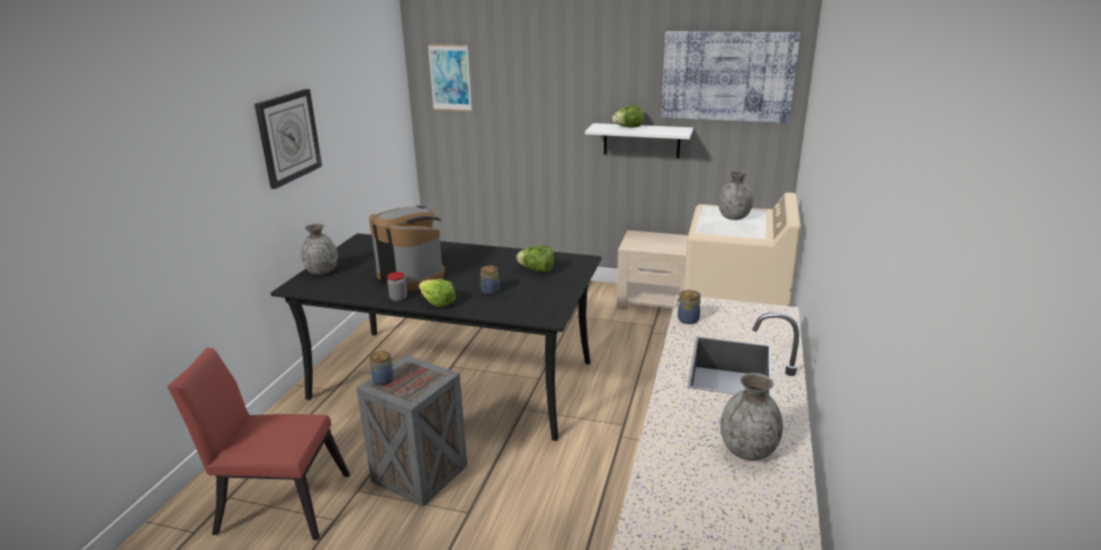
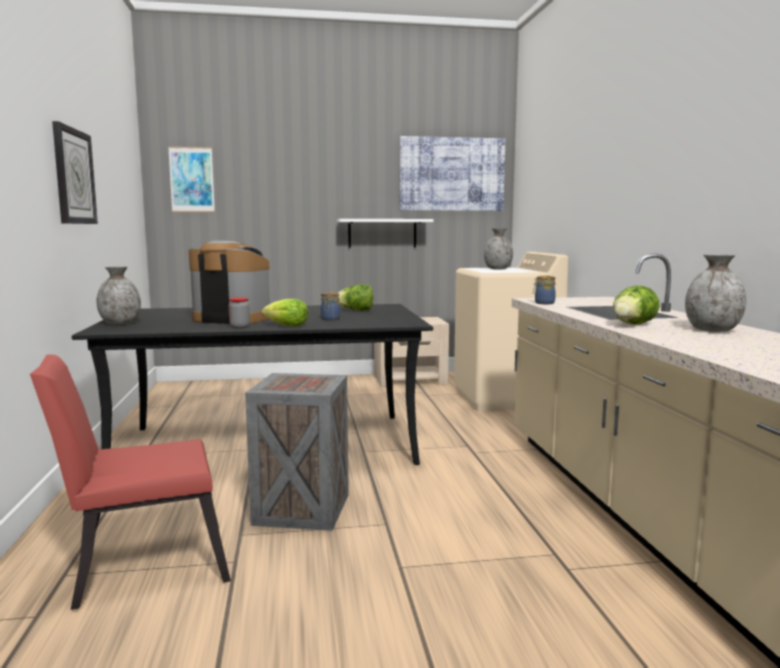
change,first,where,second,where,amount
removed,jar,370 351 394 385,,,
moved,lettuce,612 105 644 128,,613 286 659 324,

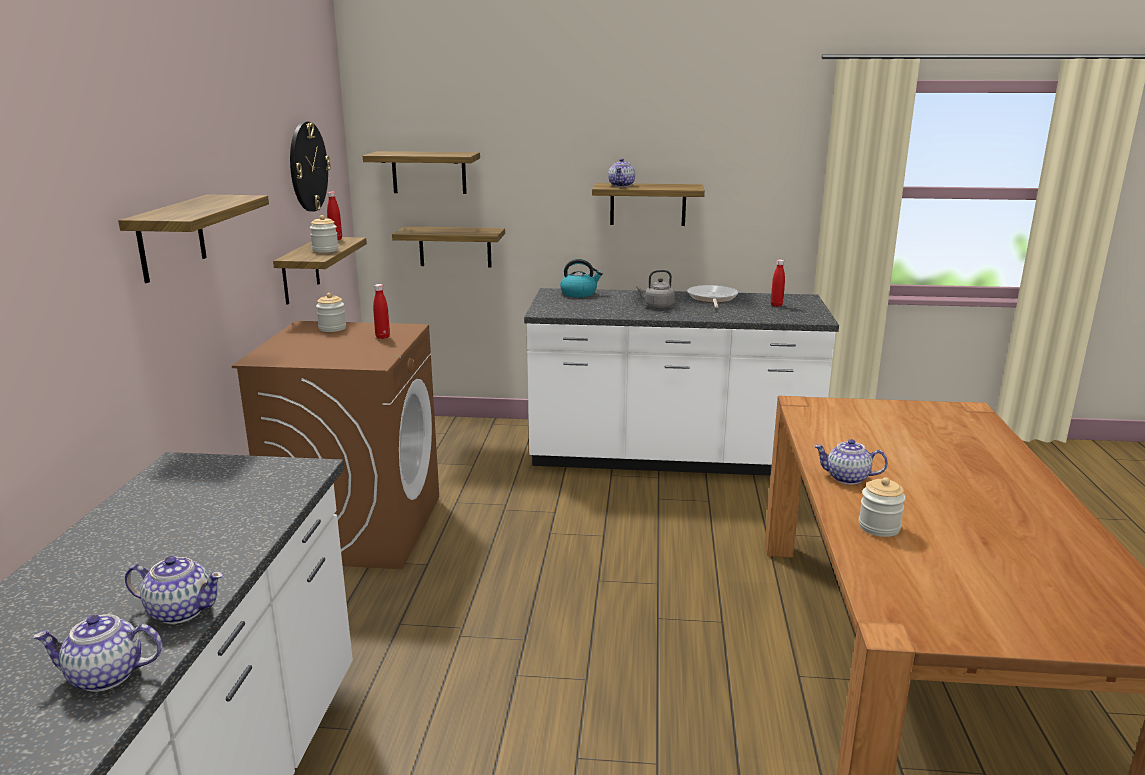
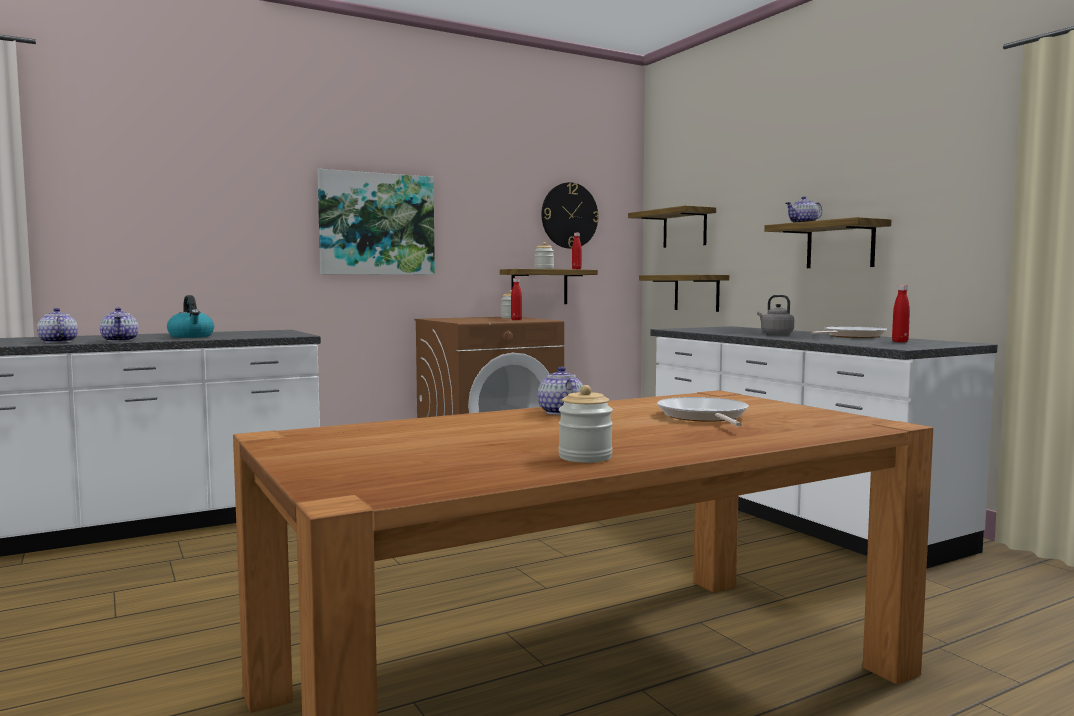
change,first,where,second,where,amount
added,,,frying pan,657 397 749 426,
moved,kettle,560 259 603 297,,167 295 214 338,
moved,jar,859 477 906 537,,558 385 613 463,
replaced,shelf,118 195 269 283,picture,317 169 435 275,

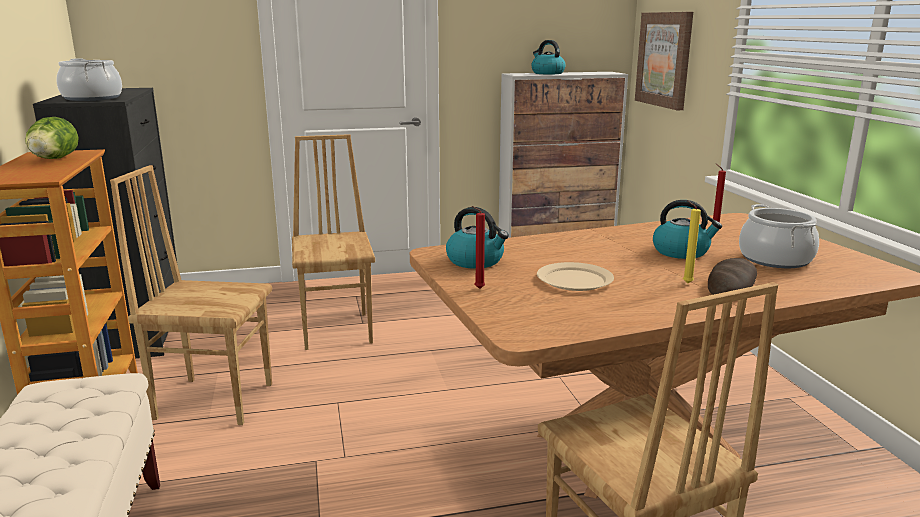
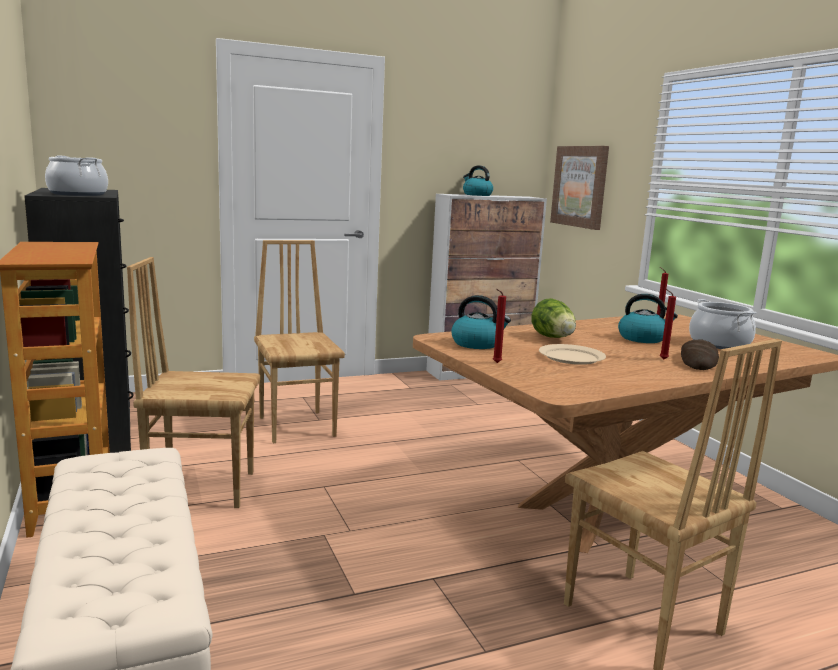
change,first,where,second,where,amount
moved,lettuce,25 117 79 159,,531 298 576 338,
recoloured,yellow candle,683 201 701 283,red candle,660 289 676 359,

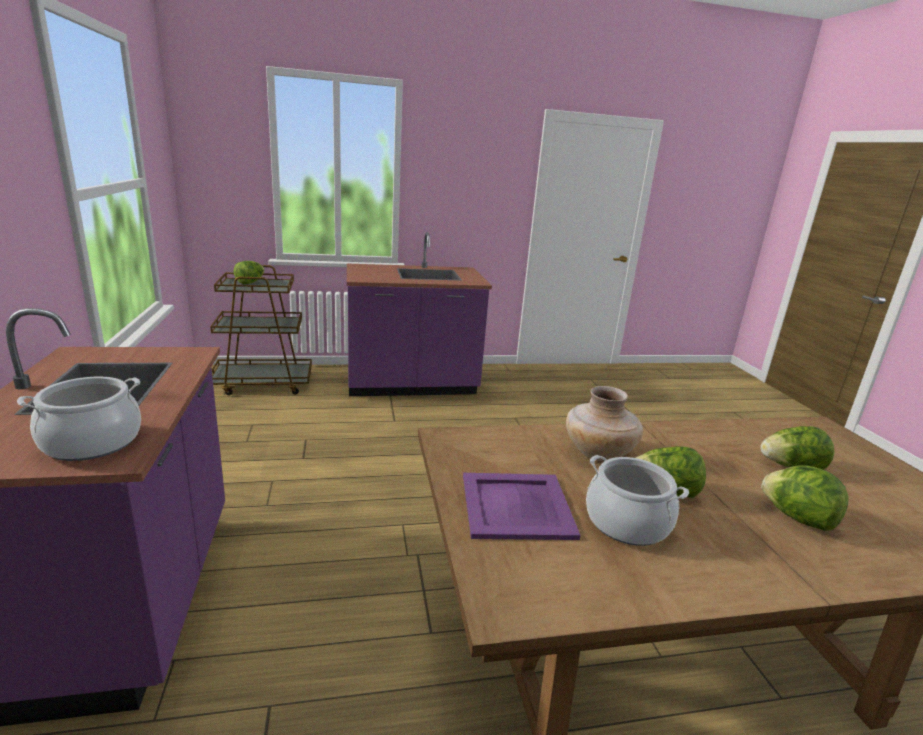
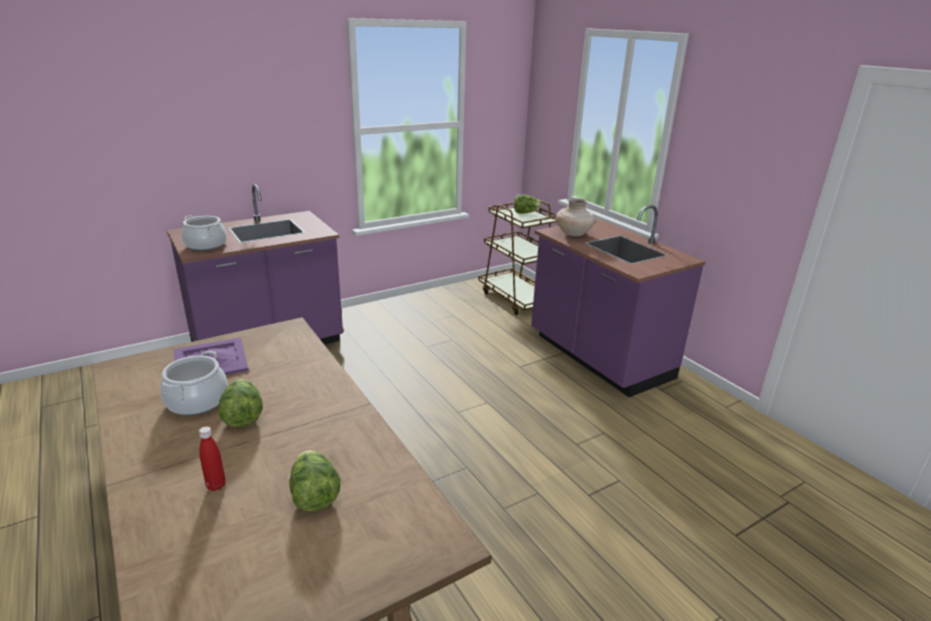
change,first,where,second,where,amount
moved,beige vase,566 386 643 461,,556 198 595 236,
replaced,lettuce,761 465 849 531,red bottle,199 427 226 491,

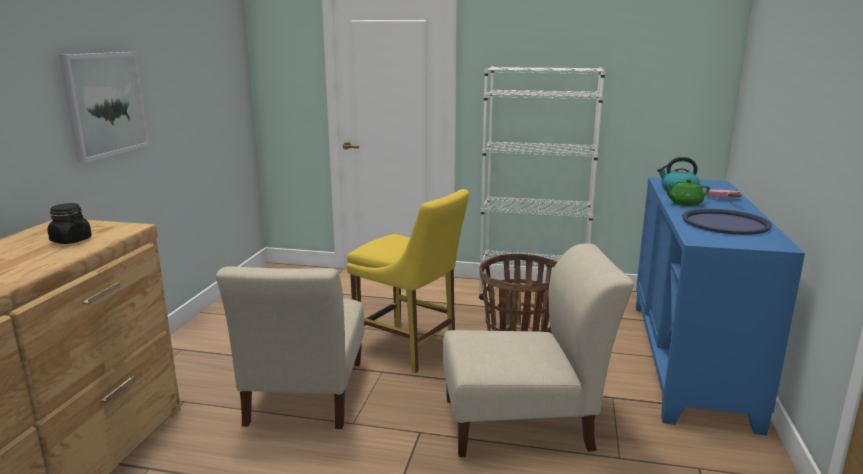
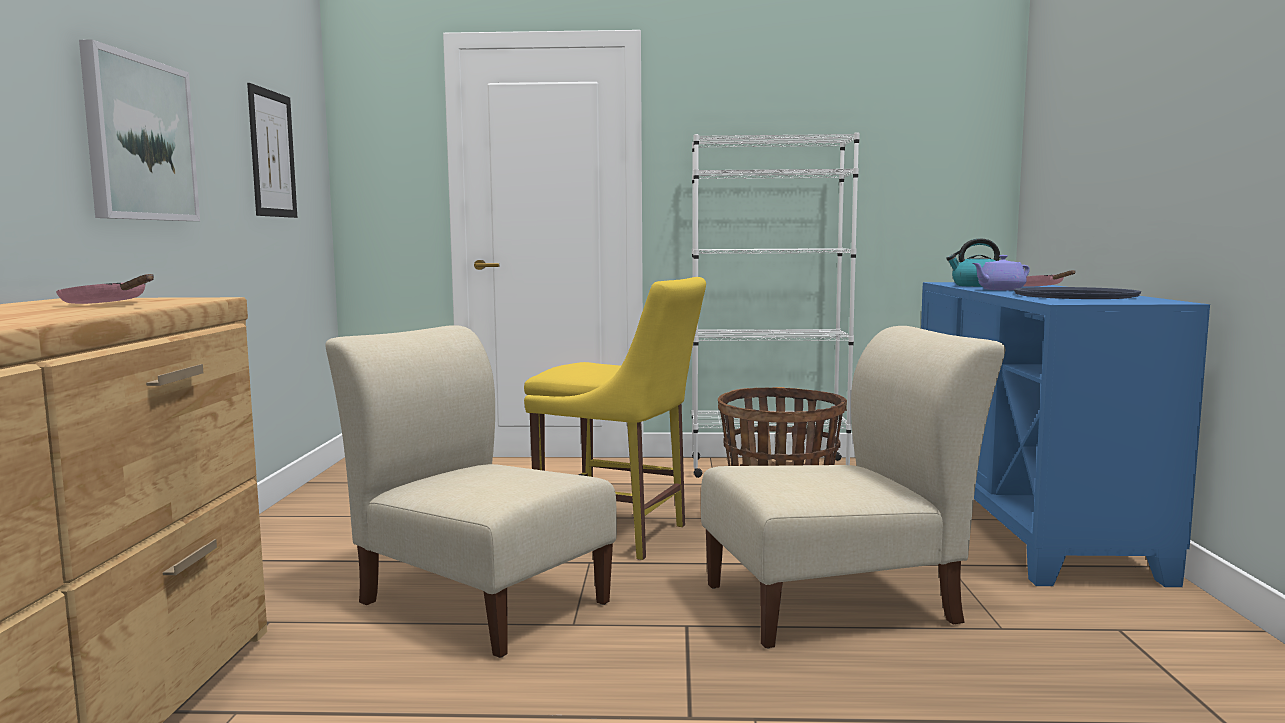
change,first,where,second,where,amount
added,,,picture,247 83 297 218,
replaced,black jar,47 203 92 244,pink frying pan,56 274 154 304,
recoloured,green teapot,663 179 710 206,purple teapot,973 255 1030 290,
turned,beige chair,216 266 365 429,,325 325 617 658,135 degrees clockwise

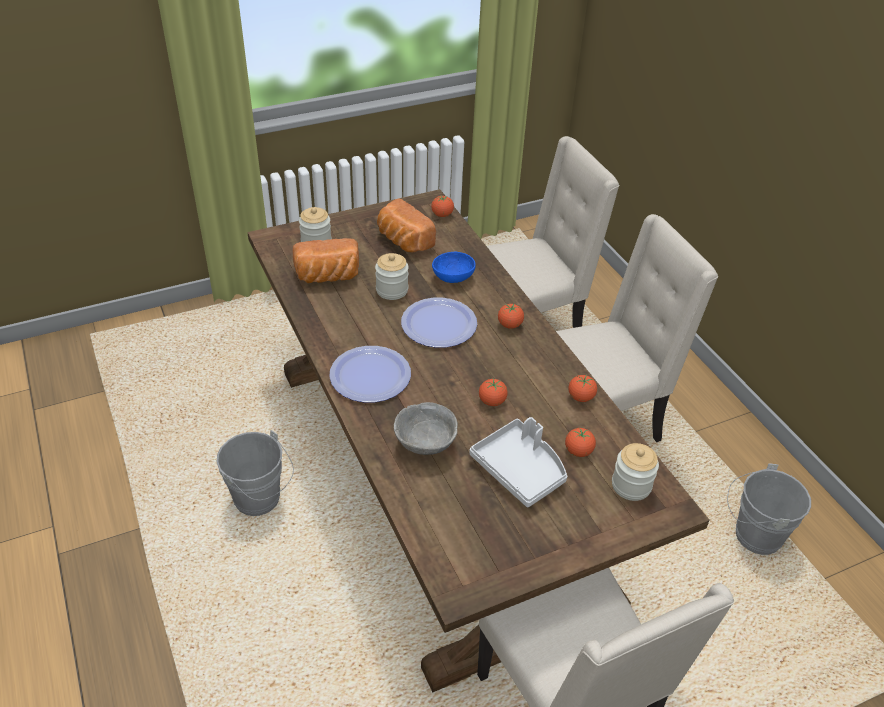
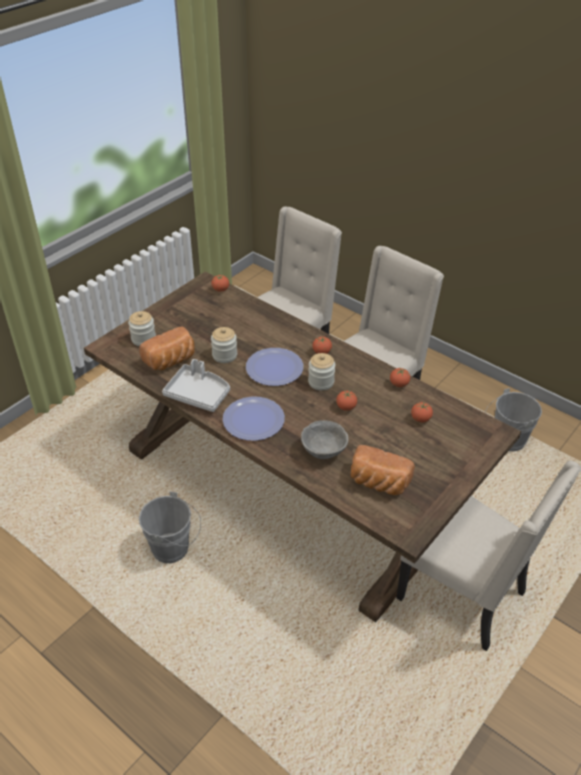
change,first,where,second,where,amount
removed,blue bowl,432 252 476 283,,,
moved,bread,377 198 436 252,,351 445 415 495,
moved,grey tray,470 417 567 507,,162 359 230 412,
moved,jar,612 443 659 501,,308 353 335 391,

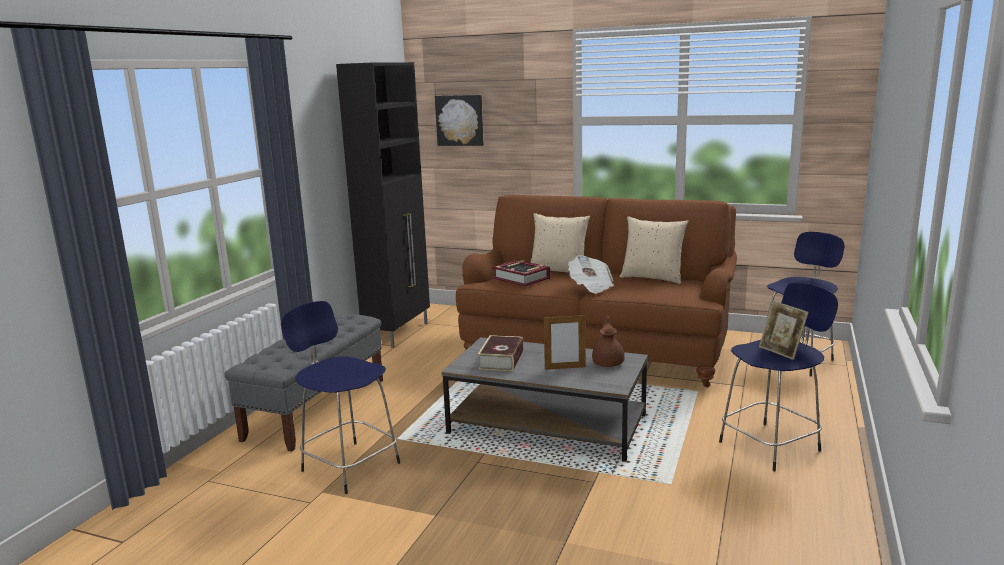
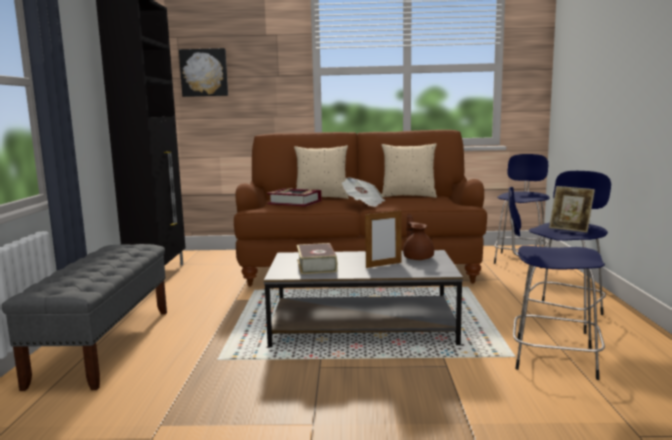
change,first,where,second,where,amount
moved,blue stool,281 301 400 494,,509 187 605 380,

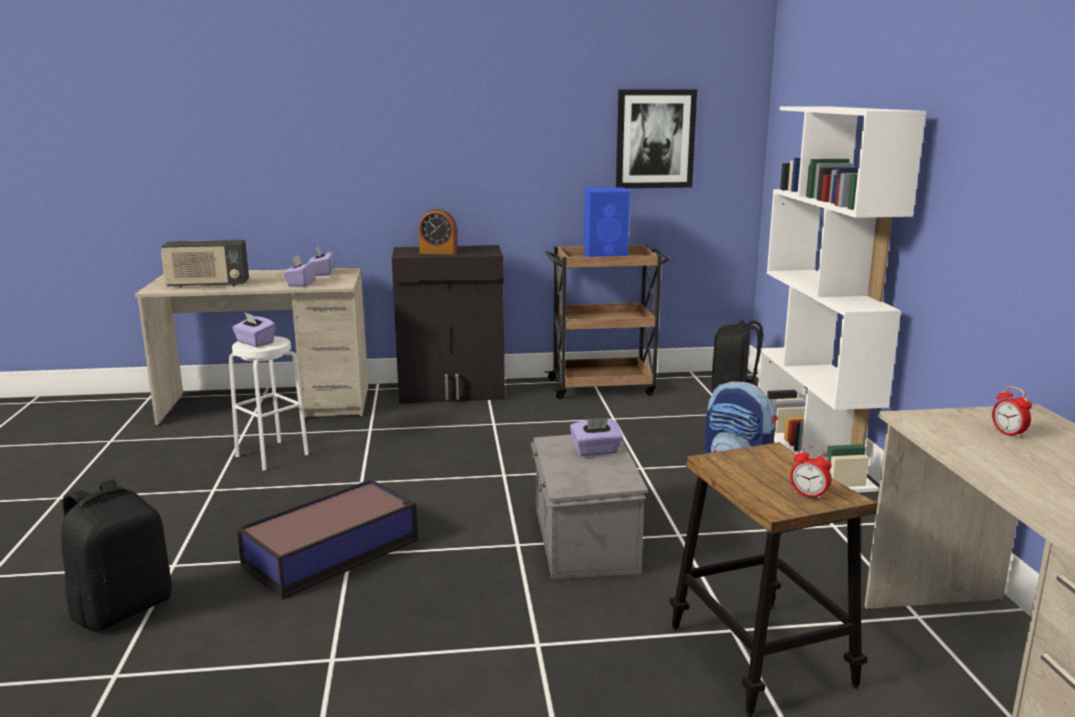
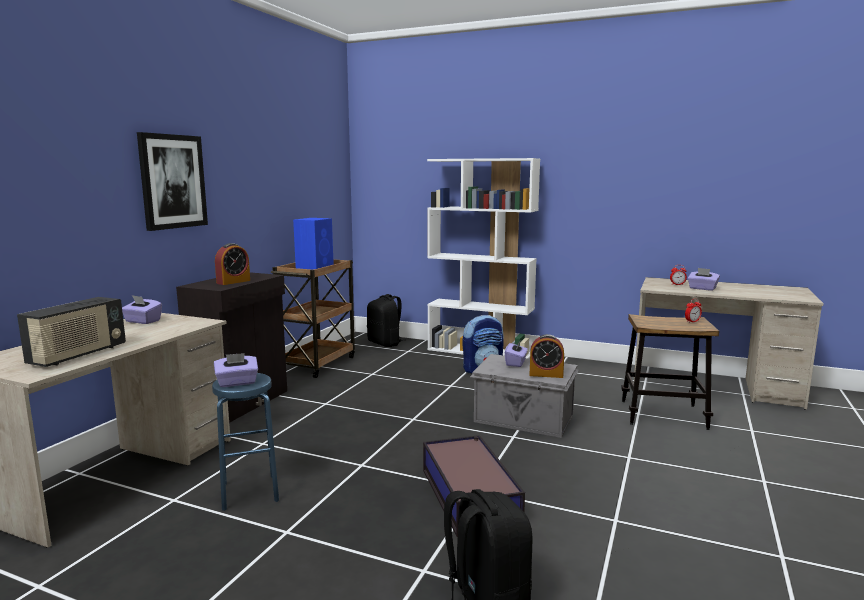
change,first,where,second,where,amount
added,,,alarm clock,529 334 564 378,
moved,purple tissue box,283 255 316 287,,688 268 720 291,
moved,picture,616 89 697 188,,137 132 208 231,
recoloured,white stool,229 336 309 470,blue stool,212 373 279 511,

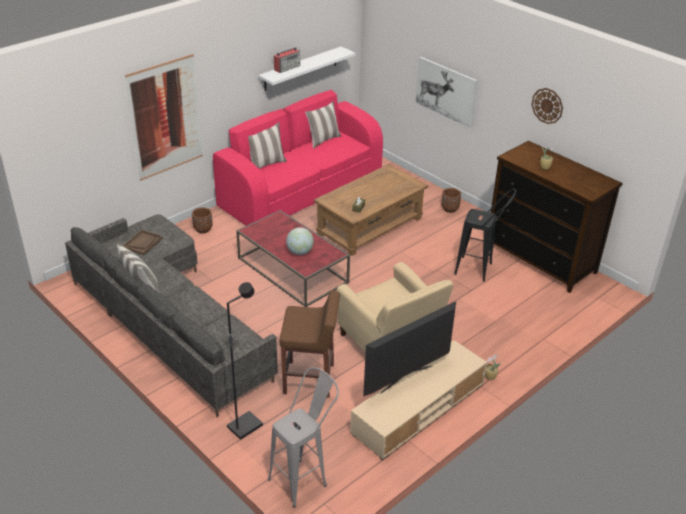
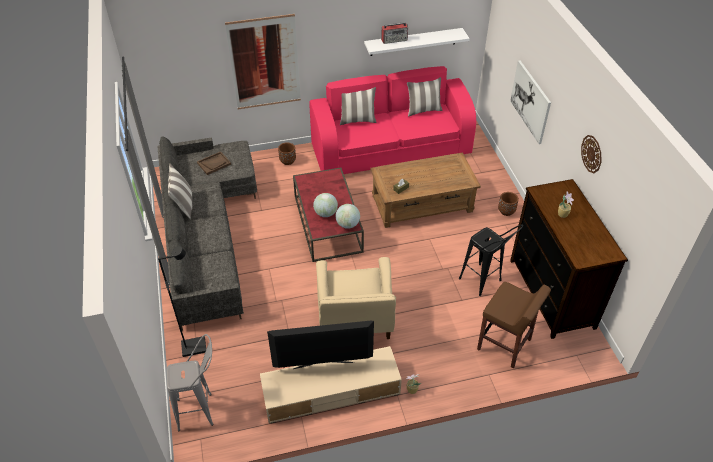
change,first,where,second,where,amount
added,,,globe,335 204 360 229,
moved,brown stool,280 290 340 398,,477 282 551 369,

